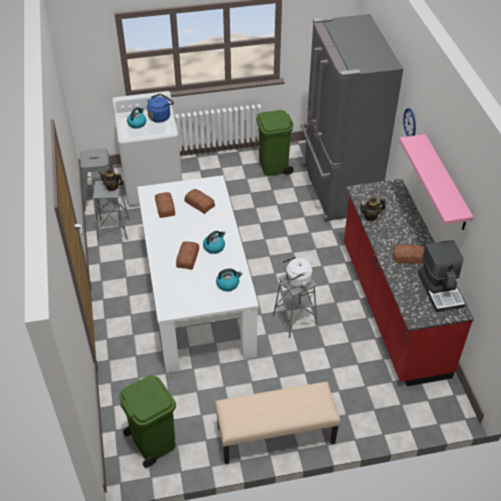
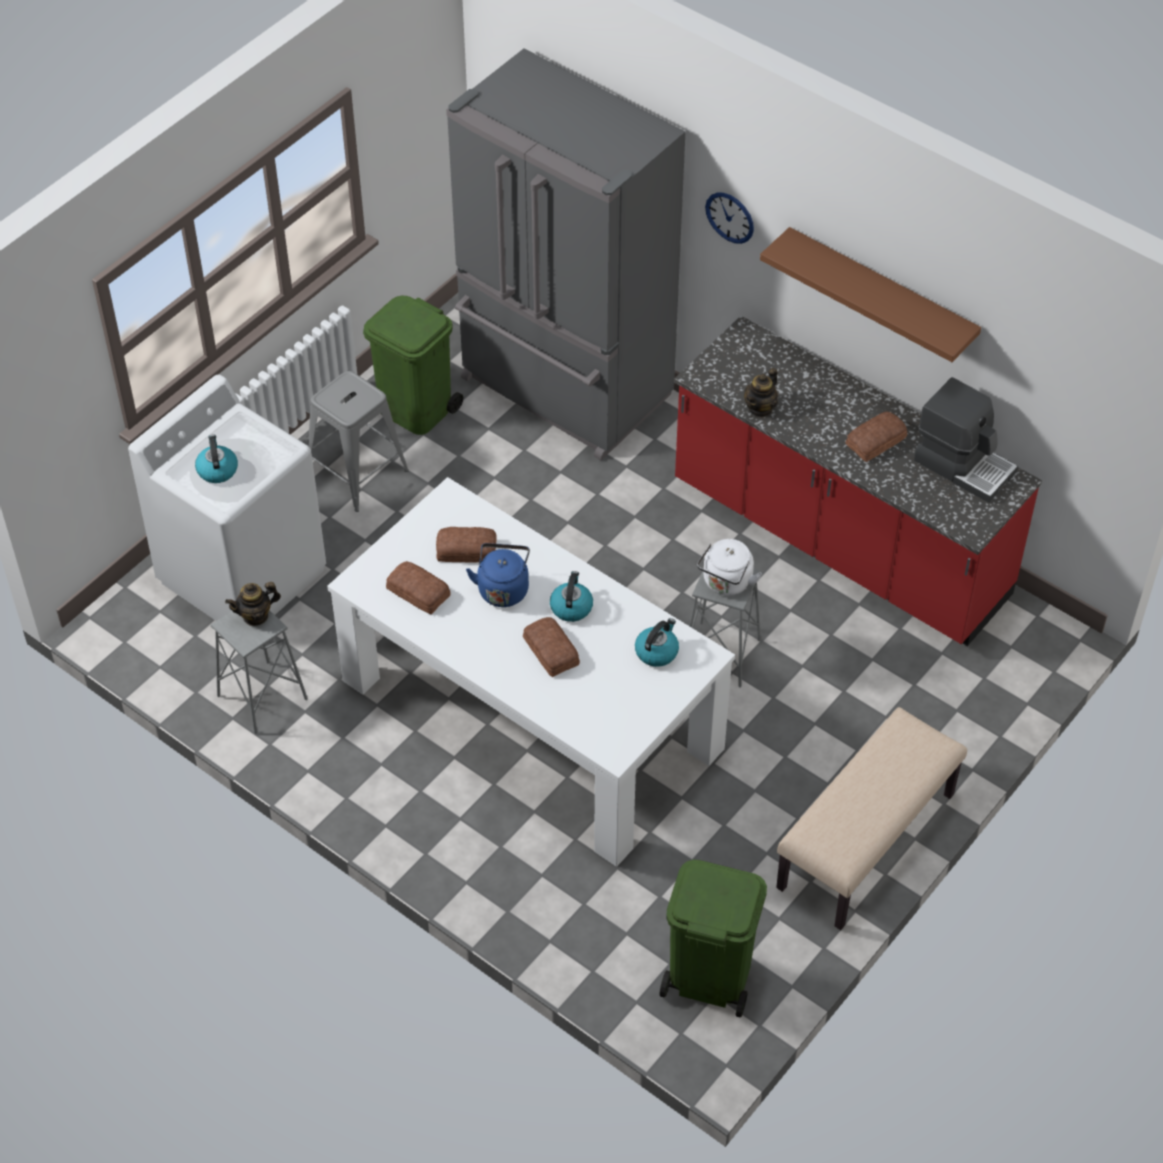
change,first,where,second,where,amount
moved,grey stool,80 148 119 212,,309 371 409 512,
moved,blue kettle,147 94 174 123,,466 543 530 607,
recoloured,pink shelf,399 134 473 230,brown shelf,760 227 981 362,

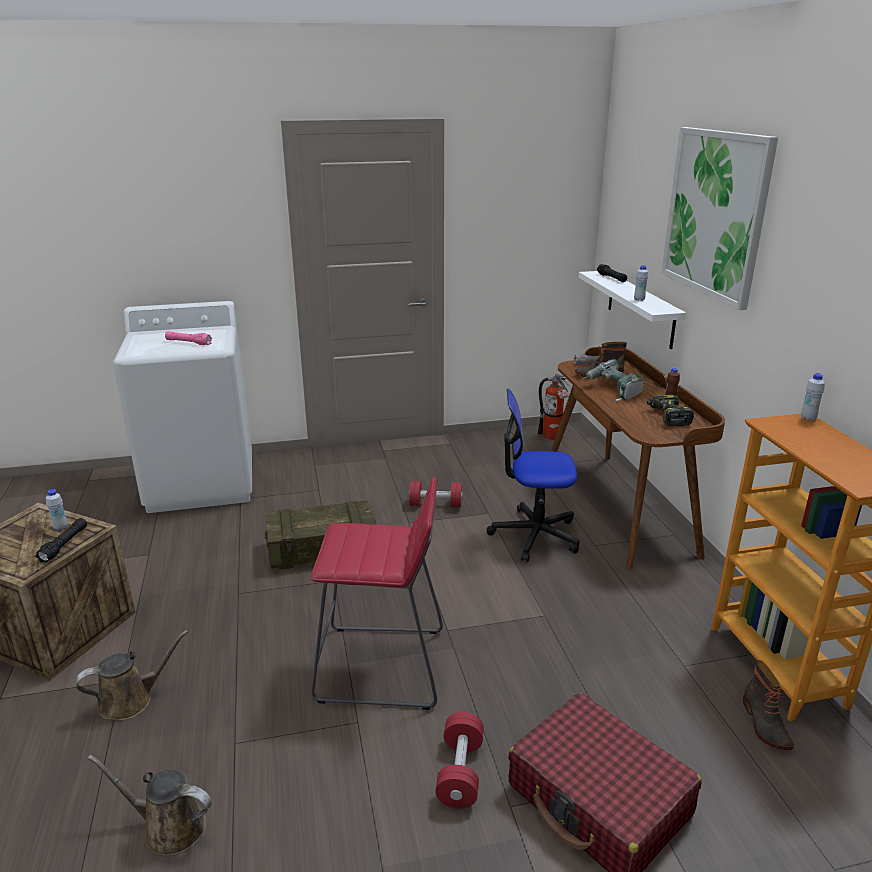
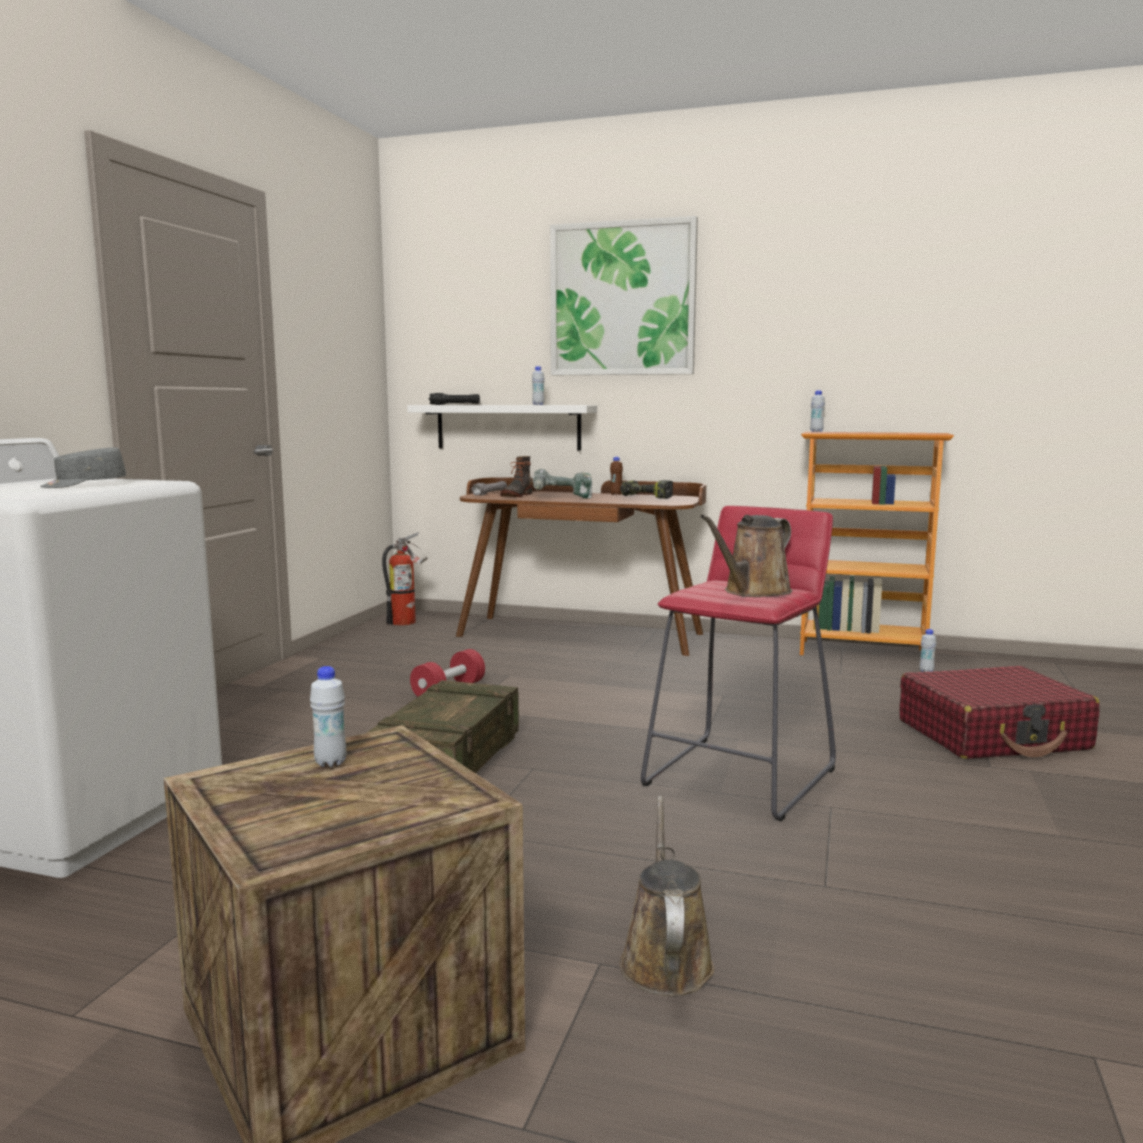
change,first,where,second,where,amount
removed,black flashlight,35 518 87 563,,,
removed,red dumbbell,436 712 484 809,,,
removed,office chair,487 389 580 562,,,
moved,brown watering can,88 755 212 856,,700 514 792 597,
replaced,pink flashlight,165 331 212 345,grey cap,40 447 126 488,
replaced,boot,743 660 794 750,white bottle,919 629 937 672,

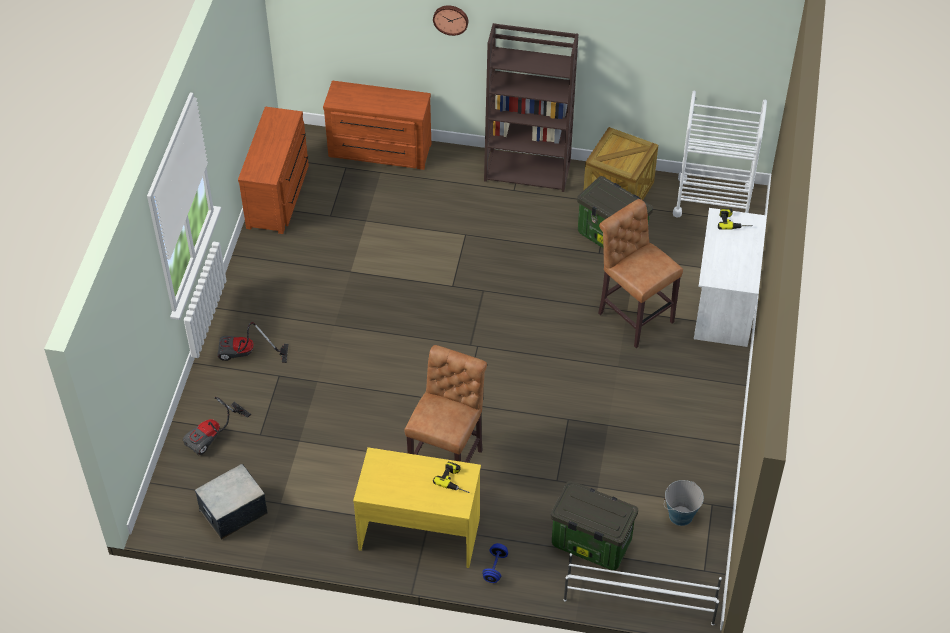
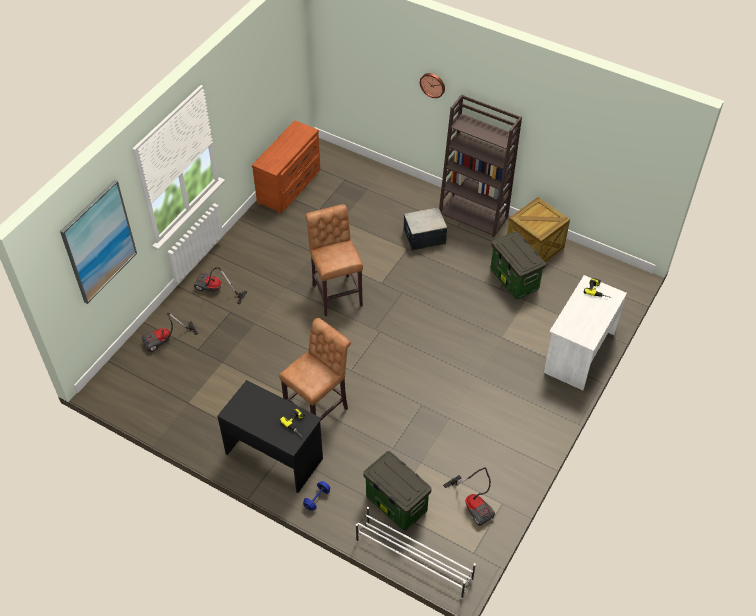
change,first,where,second,where,amount
removed,brown dresser,323 80 431 170,,,
removed,white cart,673 91 767 217,,,
added,,,picture,60 180 137 304,
moved,storage box,195 464 268 540,,403 207 447 251,
moved,brown stool,598 199 683 348,,305 204 363 316,
replaced,bucket,664 480 704 526,vacuum cleaner,443 467 495 527,
recoloured,yellow desk,353 447 481 568,black desk,217 380 323 493,

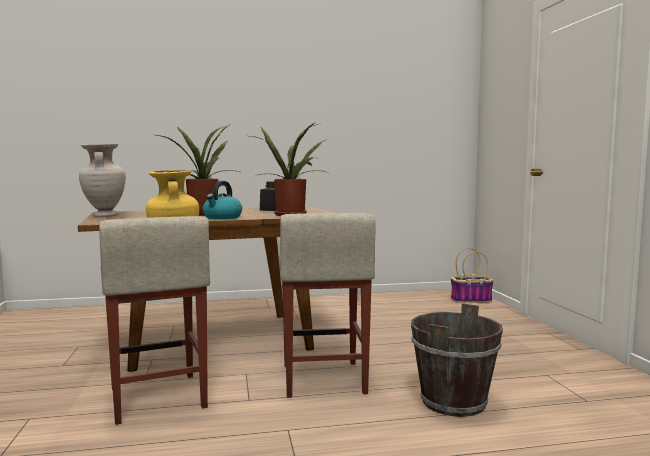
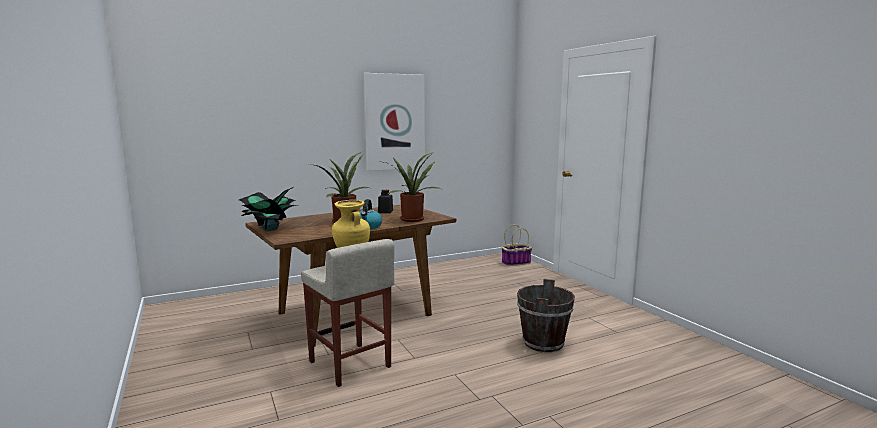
change,first,where,second,where,amount
removed,beige stool,279 213 376 398,,,
added,,,picture,363 73 425 171,
replaced,beige vase,79 144 126 217,potted plant,239 187 298 231,

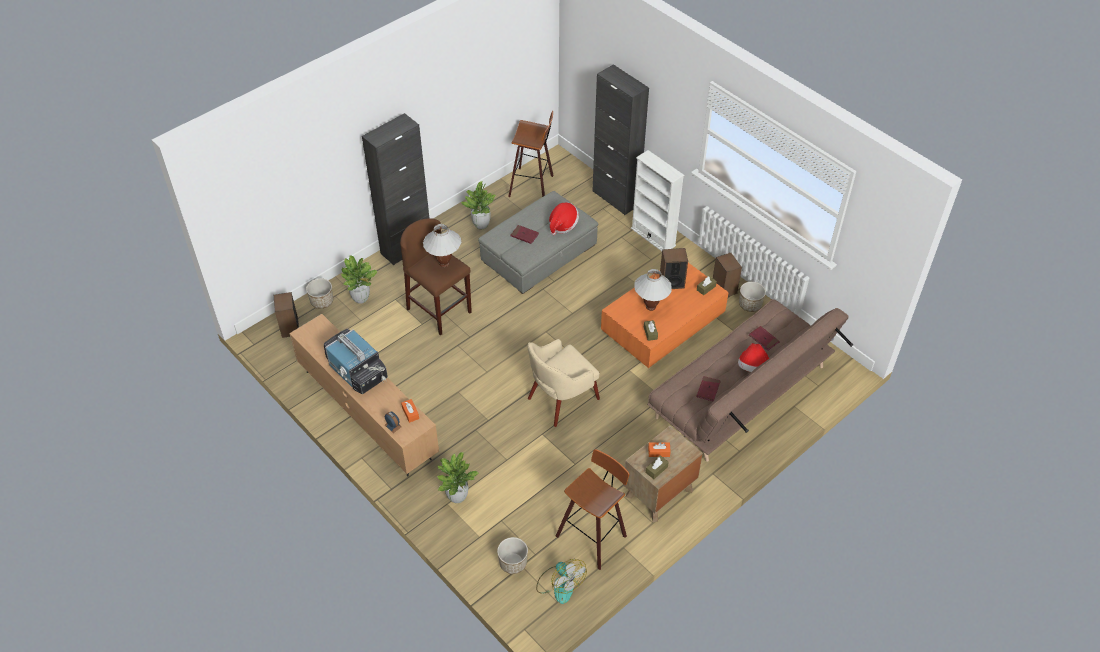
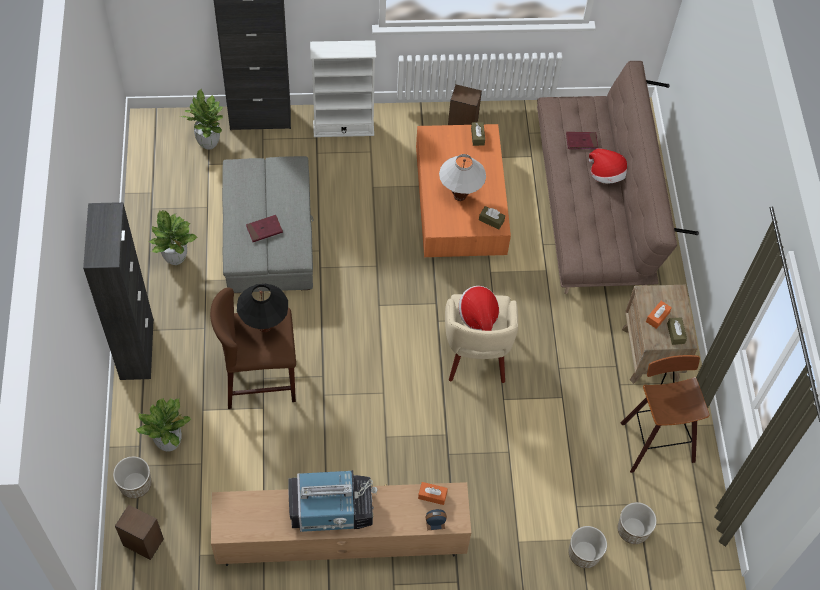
change,first,where,second,where,amount
removed,stool,508 111 553 197,,,
removed,fan,536 559 587 604,,,
removed,speaker,659 248 688 289,,,
removed,red book,696 376 721 402,,,
moved,potted plant,437 452 479 503,,180 89 223 150,
moved,hat,549 202 579 235,,459 286 499 331,
moved,planter,739 282 766 312,,569 526 607 568,
recoloured,white table lamp,423 224 462 267,black table lamp,237 284 288 332,

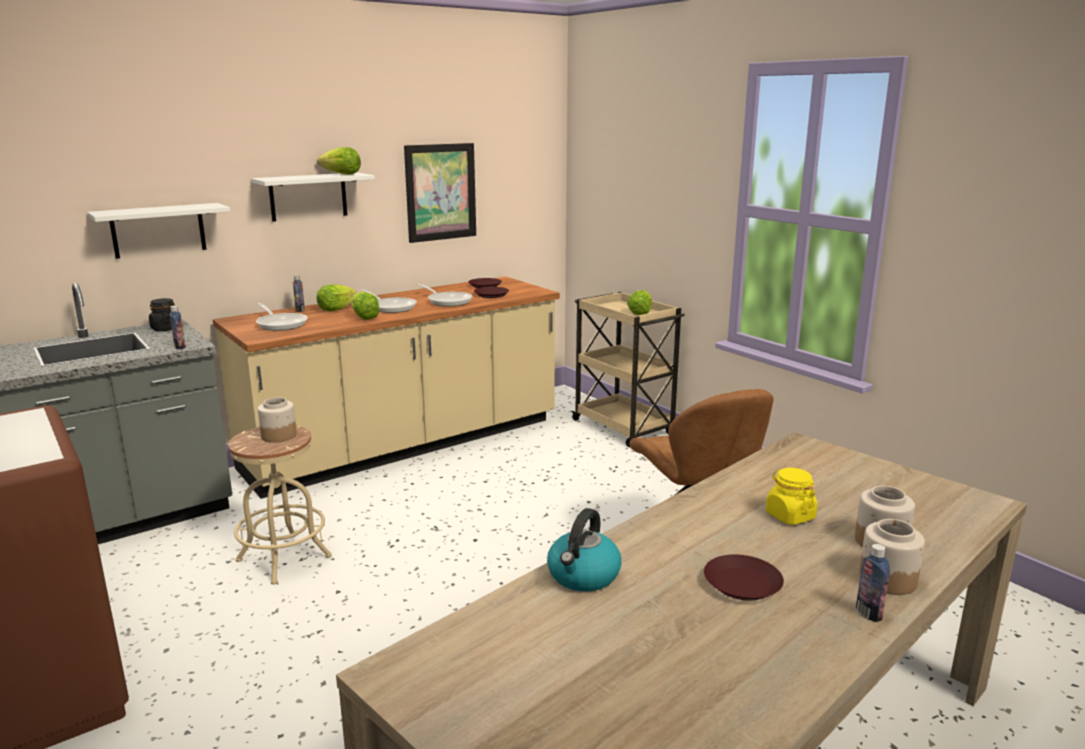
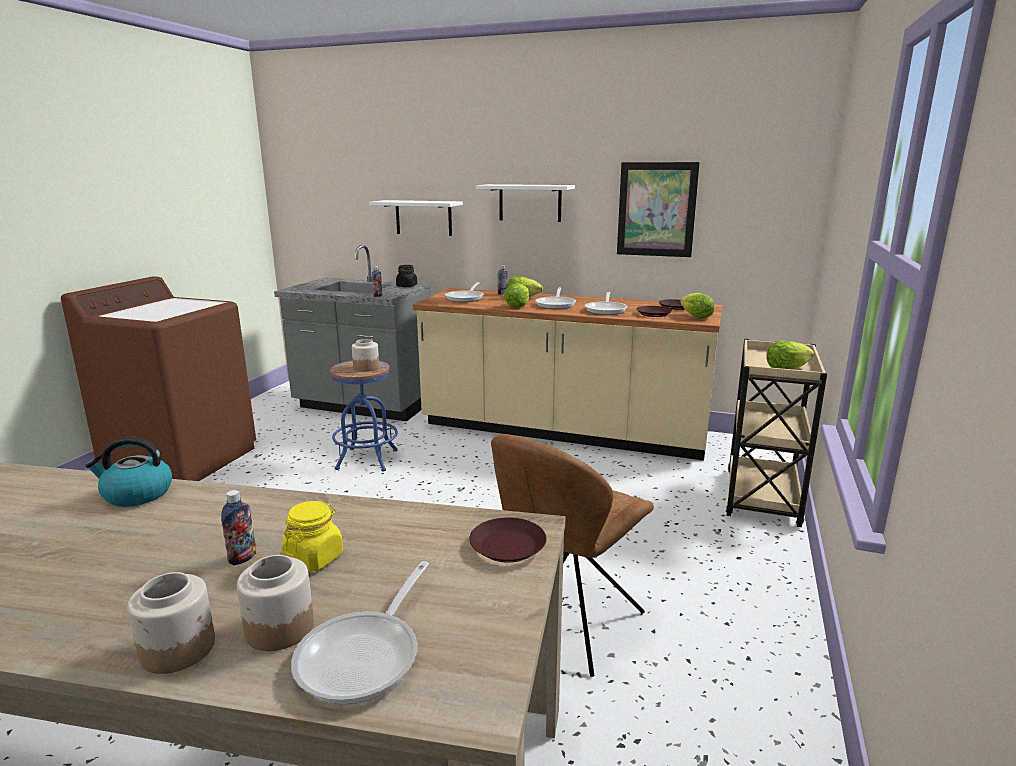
change,first,where,second,where,amount
added,,,frying pan,291 561 429 705,
moved,lettuce,317 147 361 175,,680 293 714 319,
moved,brown plate,704 555 784 601,,469 518 547 562,
moved,bottle,856 544 890 622,,221 490 256 566,
recoloured,beige stool,228 425 332 585,blue stool,330 361 398 472,

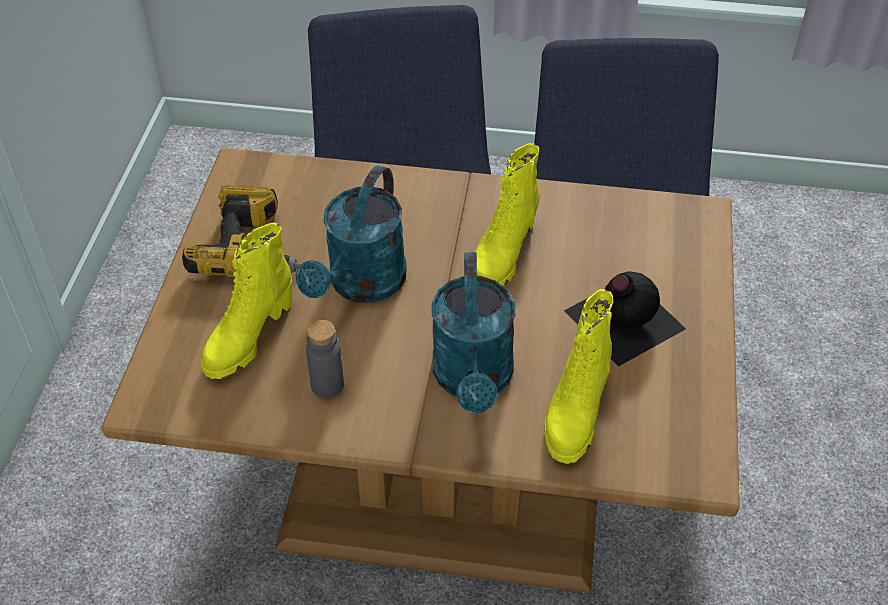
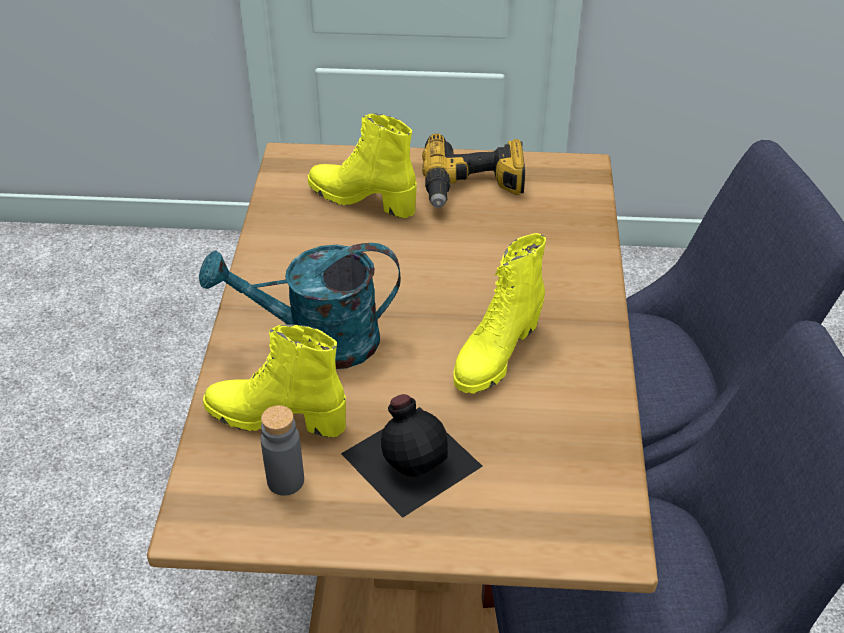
change,first,where,second,where,amount
removed,turquoise watering can,296 165 407 303,,,
moved,grey bottle,306 320 344 398,,261 405 304 496,
turned,yellow boot,475 143 540 286,,453 233 546 394,75 degrees counterclockwise

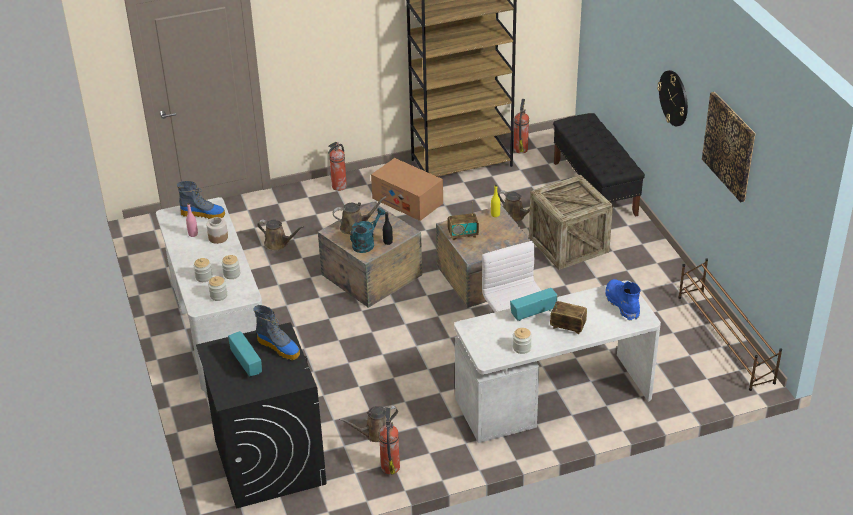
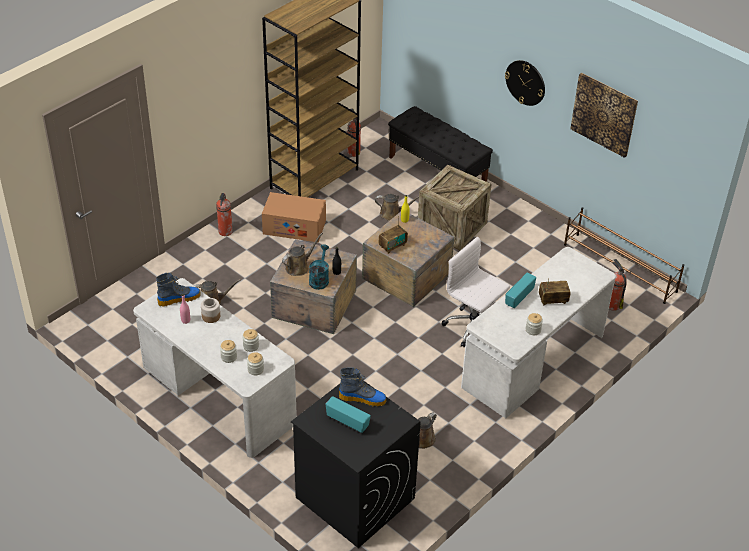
change,first,where,second,where,amount
removed,blue boot,605 279 641 321,,,
moved,fire extinguisher,379 408 400 475,,609 259 626 311,

